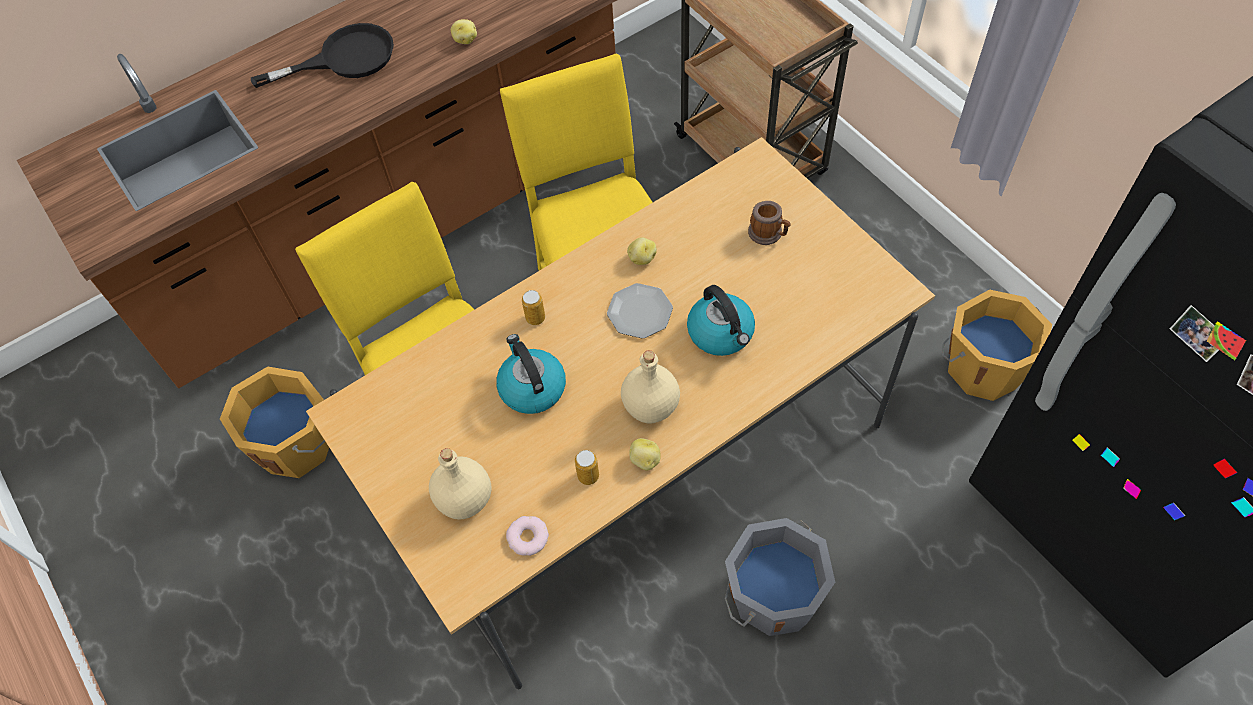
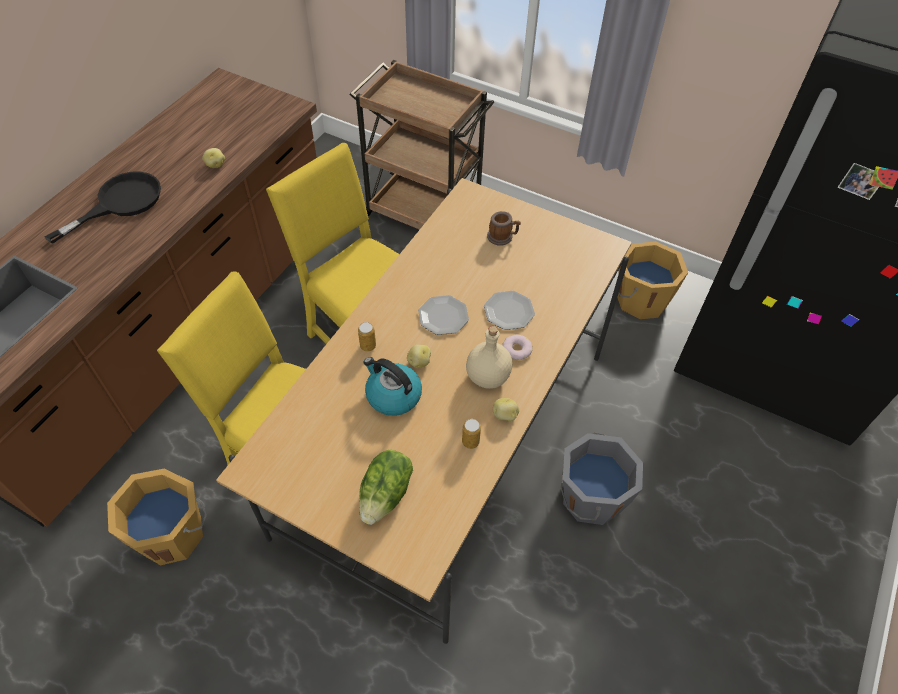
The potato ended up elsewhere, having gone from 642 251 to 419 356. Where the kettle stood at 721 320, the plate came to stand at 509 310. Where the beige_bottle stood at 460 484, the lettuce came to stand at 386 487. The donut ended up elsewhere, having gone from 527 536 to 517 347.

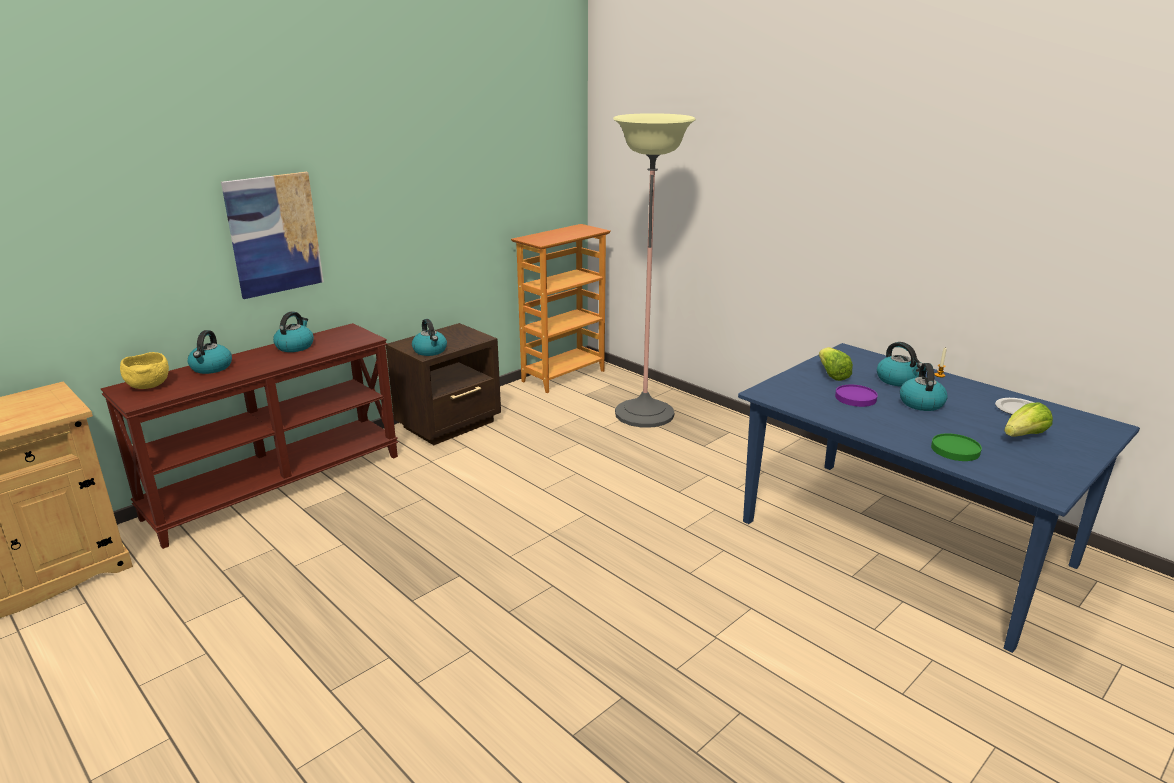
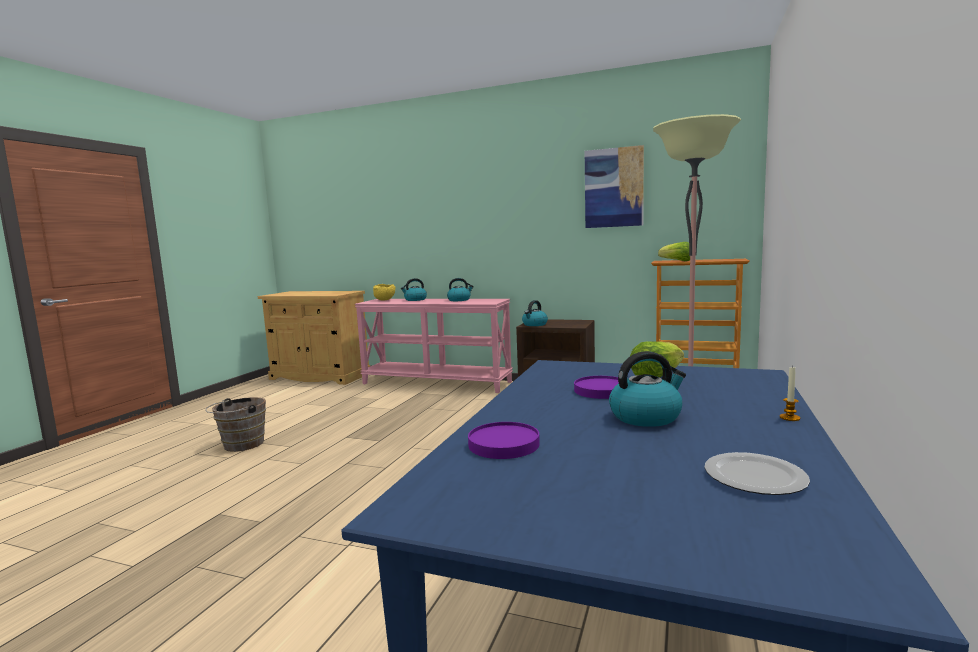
The picture ended up elsewhere, having gone from 272 235 to 614 186. What was the brown_console_table at 249 436 turned into the pink_console_table at 434 346. The second view lost the kettle at 900 364. The lettuce ended up elsewhere, having gone from 1028 419 to 674 251. What was the green_plate at 956 447 turned into the purple_plate at 504 440. The second view gained the brown_bucket at 235 424.

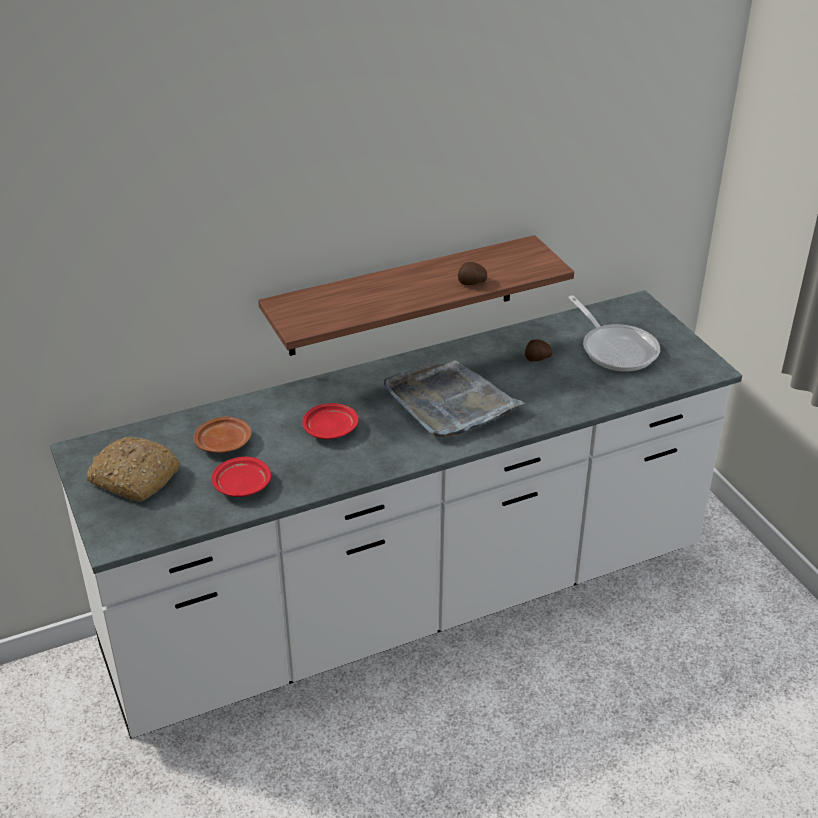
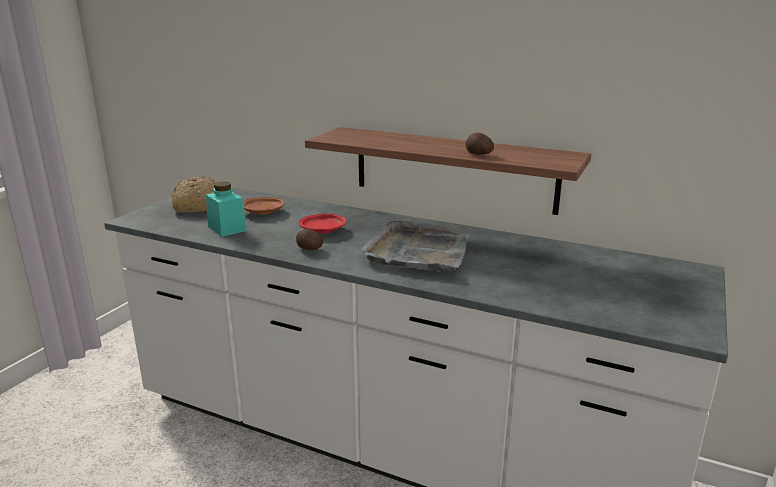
The second view lost the frying_pan at 614 333. The potato ended up elsewhere, having gone from 538 350 to 309 239. Where the red_plate stood at 241 477, the turquoise_jar came to stand at 226 209.

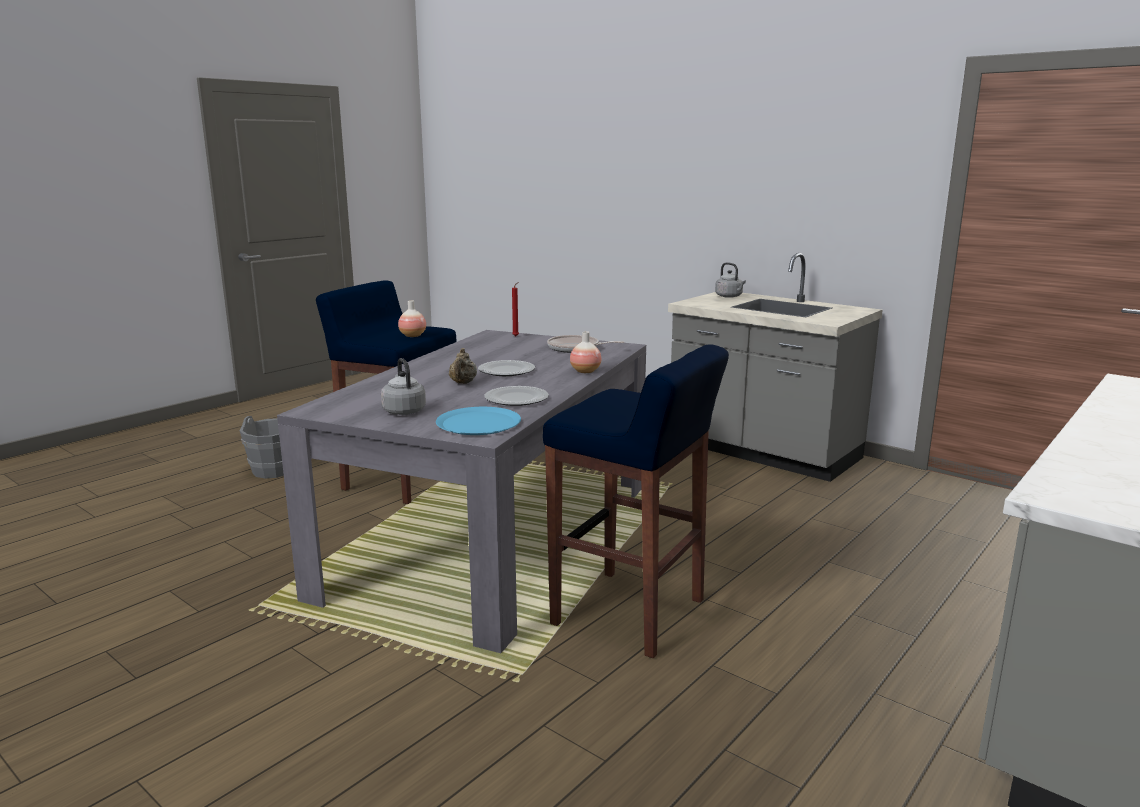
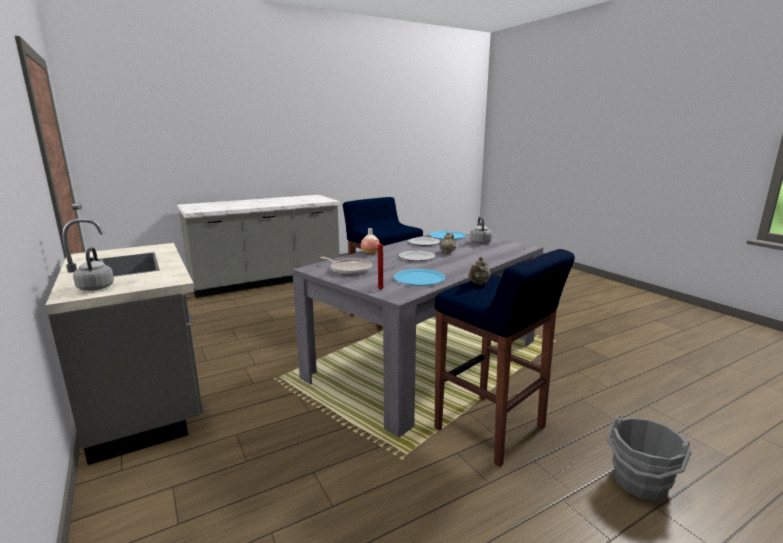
Where the vase stood at 412 318, the beige_teapot came to stand at 479 271. The second view gained the blue_plate at 419 277.

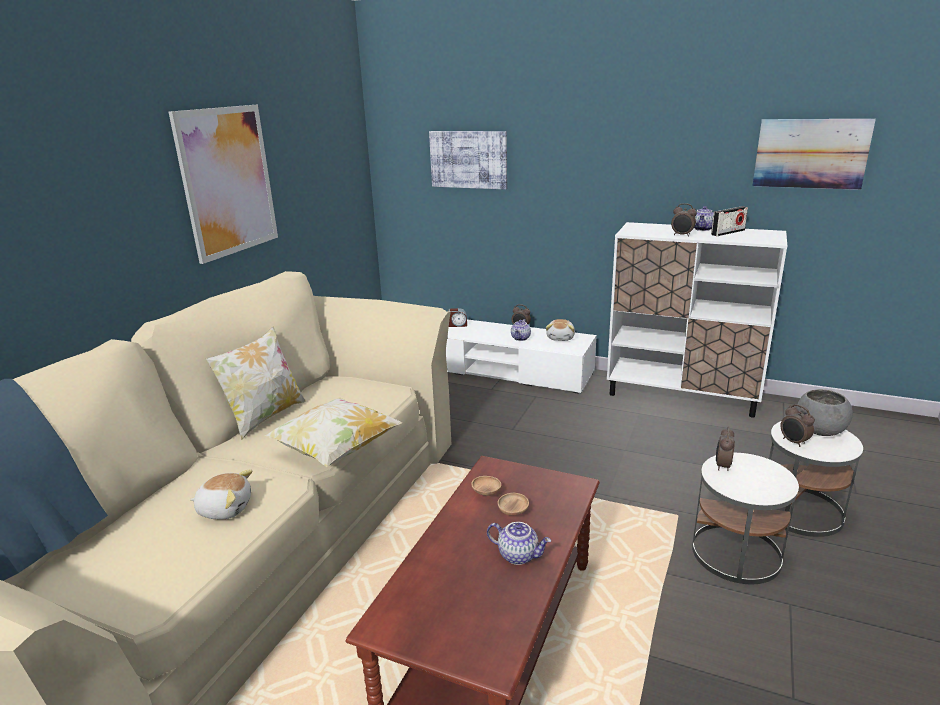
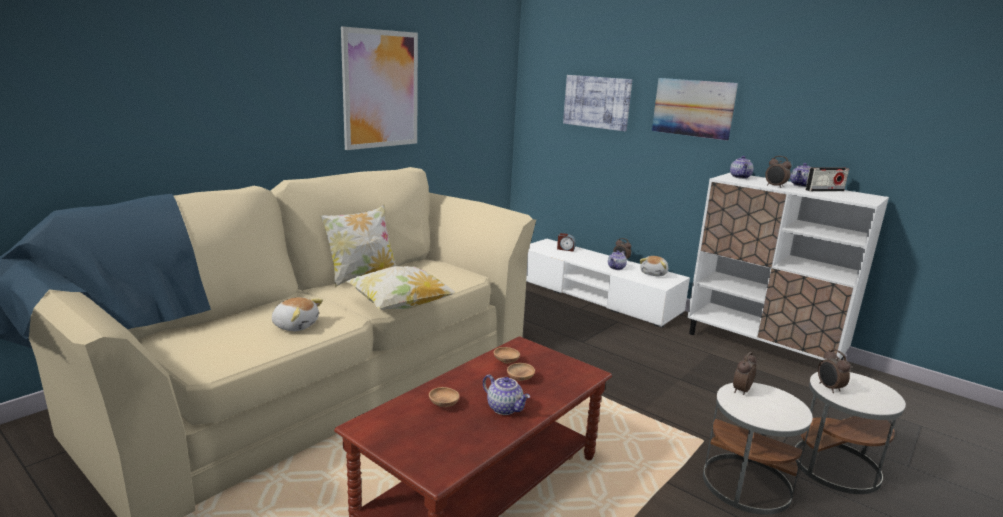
The picture ended up elsewhere, having gone from 814 154 to 695 109. The second view lost the grey_bowl at 824 412. The second view gained the teapot at 741 167. The second view gained the brown_bowl at 444 397.

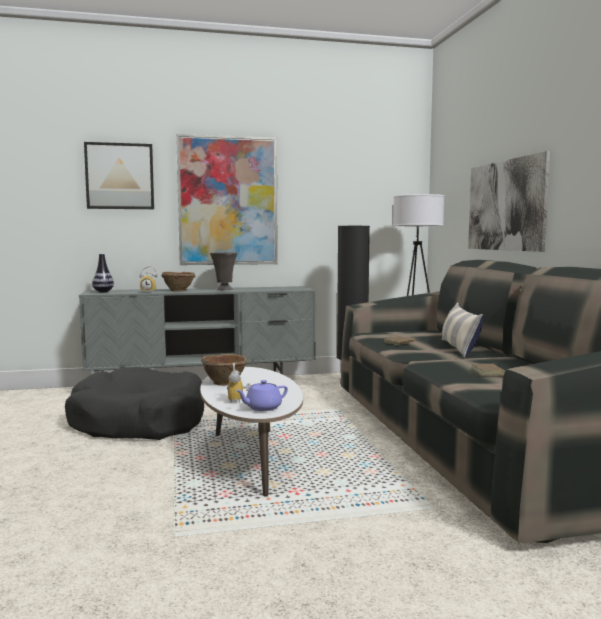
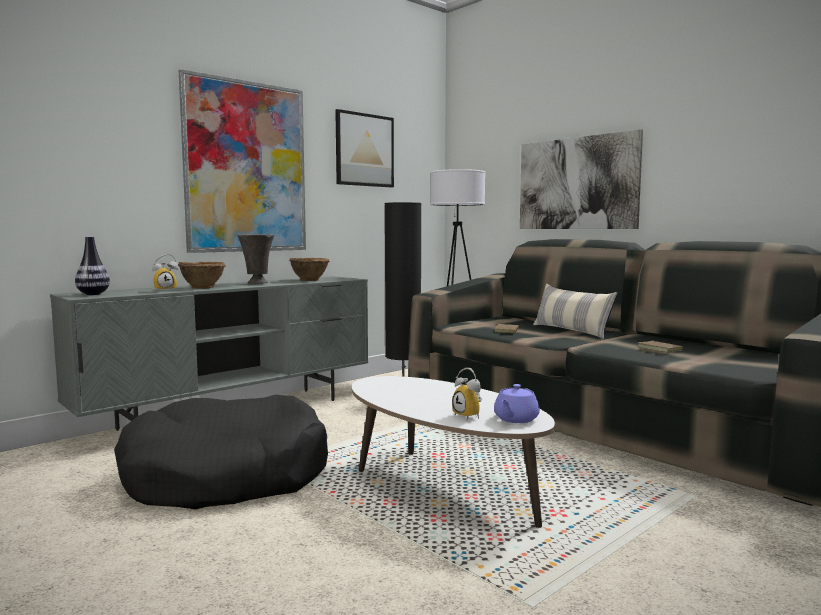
The picture ended up elsewhere, having gone from 119 175 to 364 148. The brown_bowl ended up elsewhere, having gone from 224 370 to 309 269.

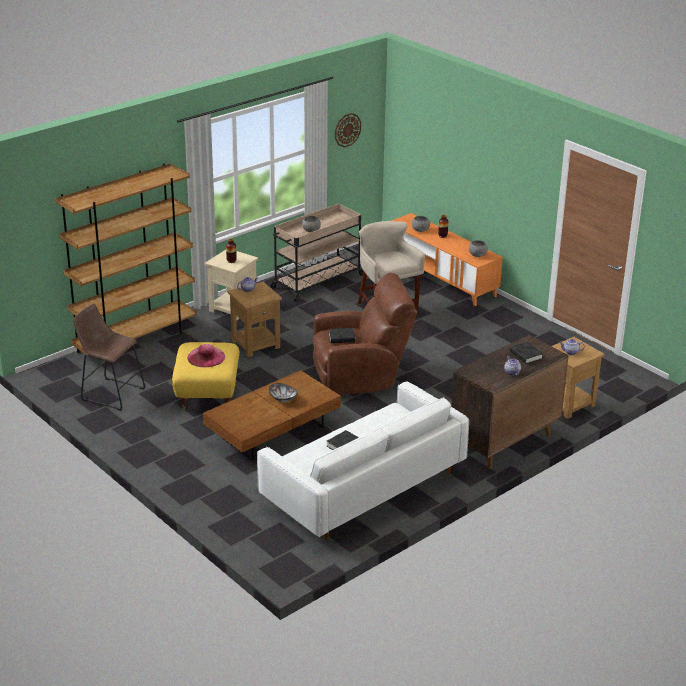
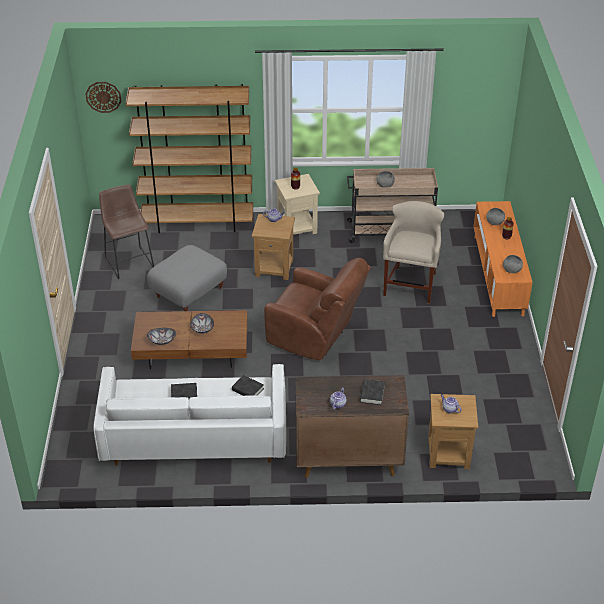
The wall_clock ended up elsewhere, having gone from 348 130 to 103 97. The black_book ended up elsewhere, having gone from 342 335 to 248 385. What was the yellow_ottoman at 206 376 turned into the grey_ottoman at 187 278. The second view lost the pink_hat at 206 355. The second view gained the bowl at 161 336.

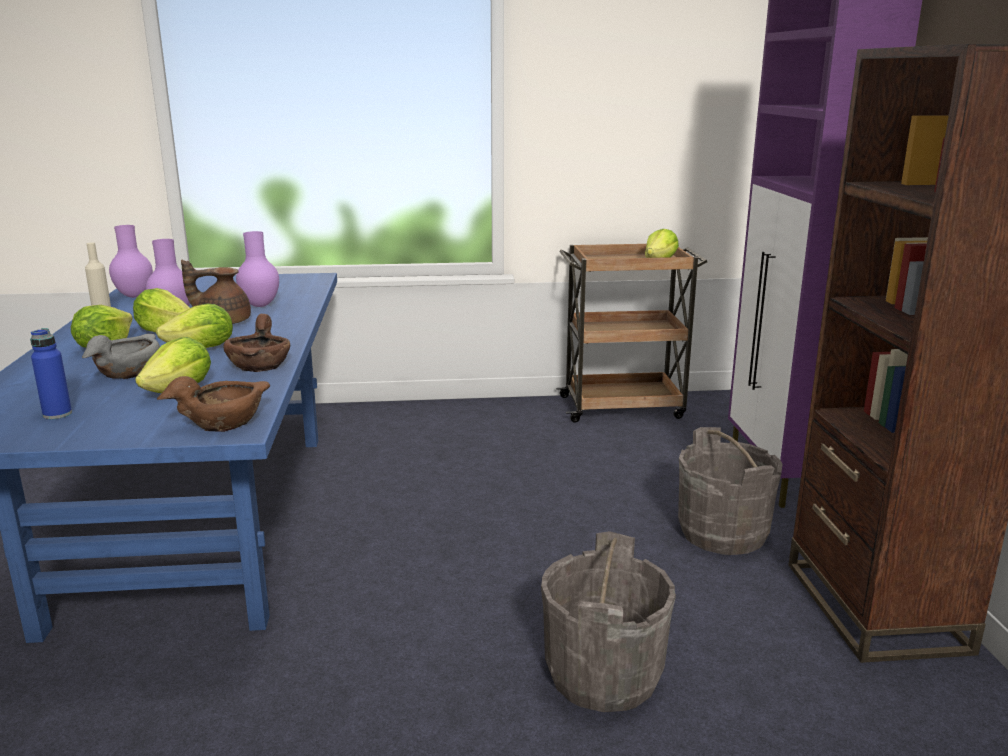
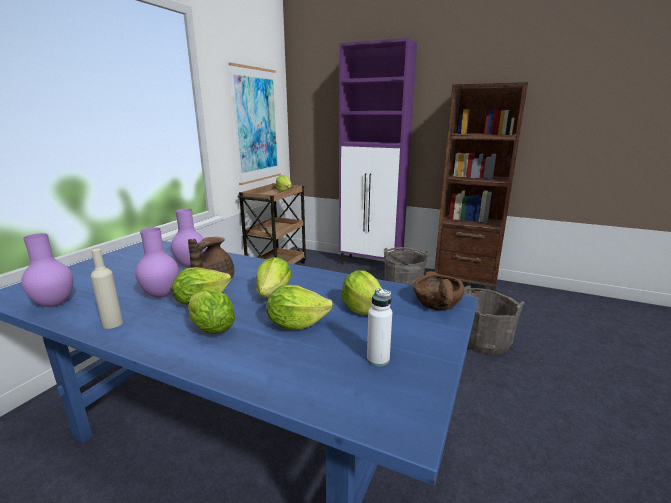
The second view lost the brown_bowl at 256 343. What was the blue_bottle at 51 373 turned into the white_bottle at 379 327. Where the grey_bowl stood at 121 356, the lettuce came to stand at 299 307. The second view gained the picture at 255 124.

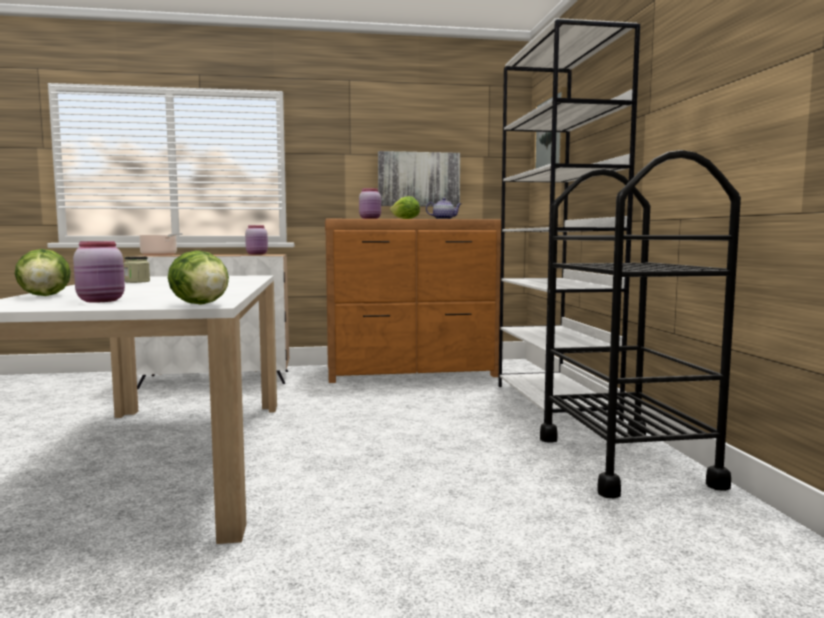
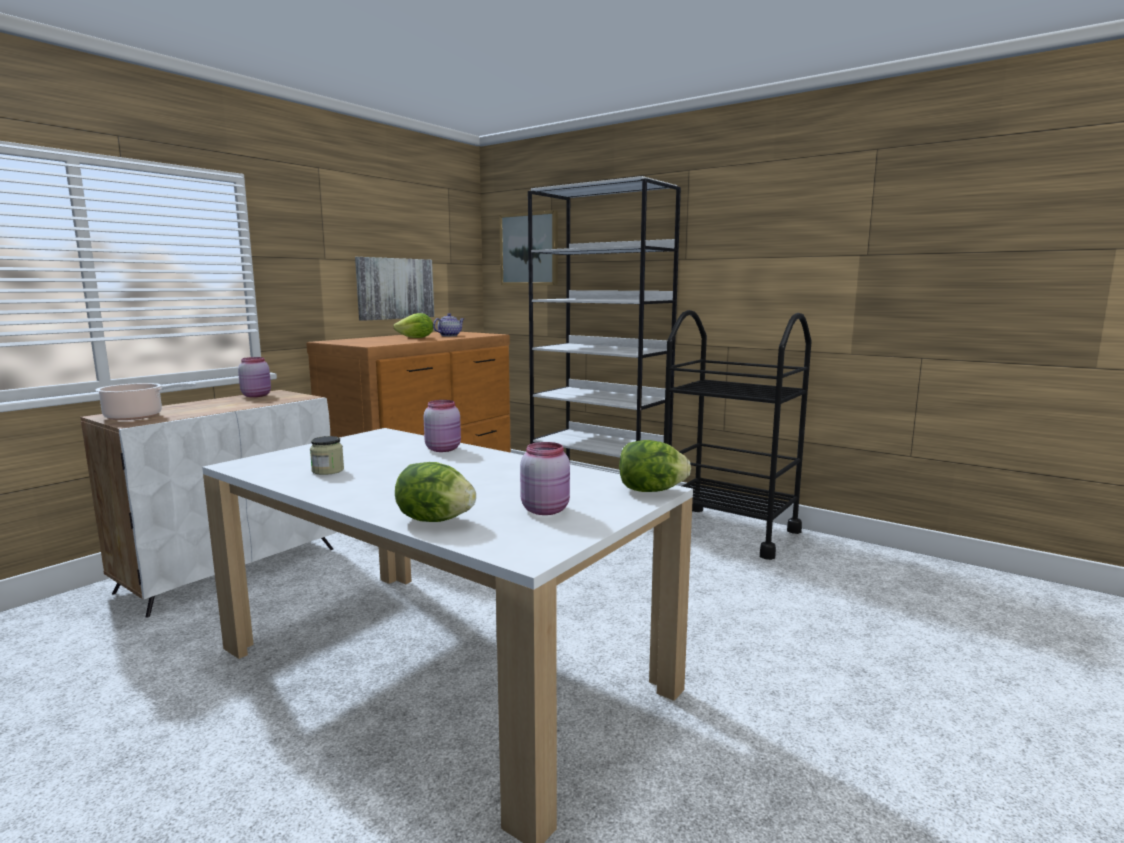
The pink_jar ended up elsewhere, having gone from 370 203 to 442 426.

